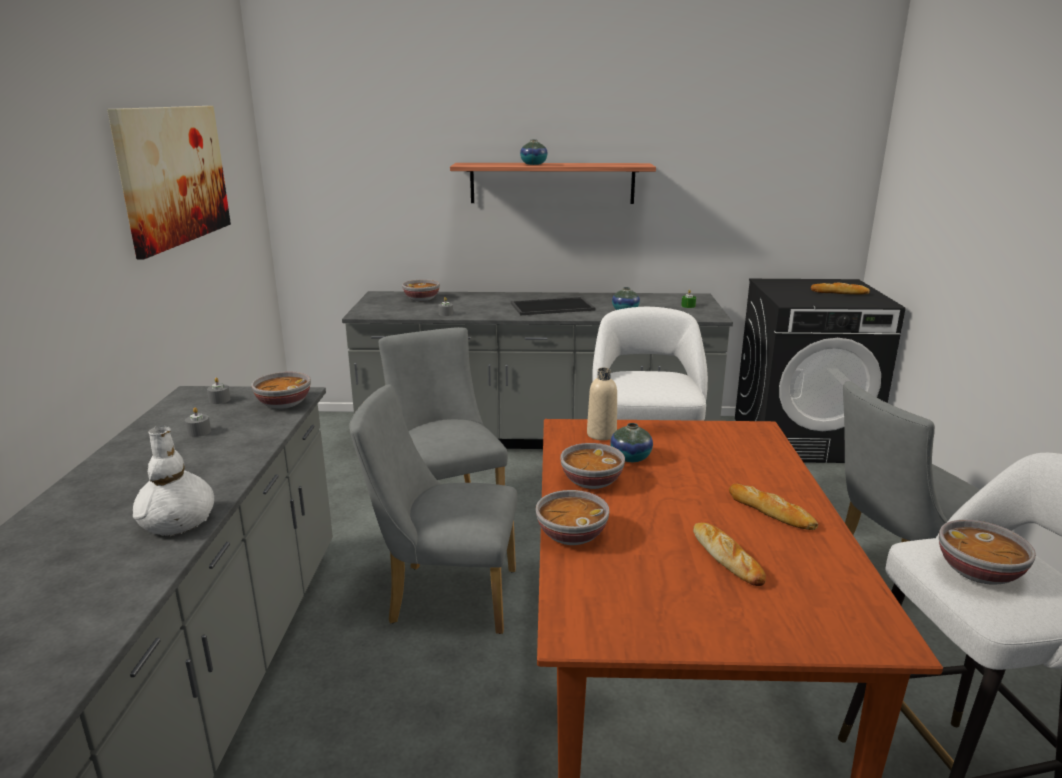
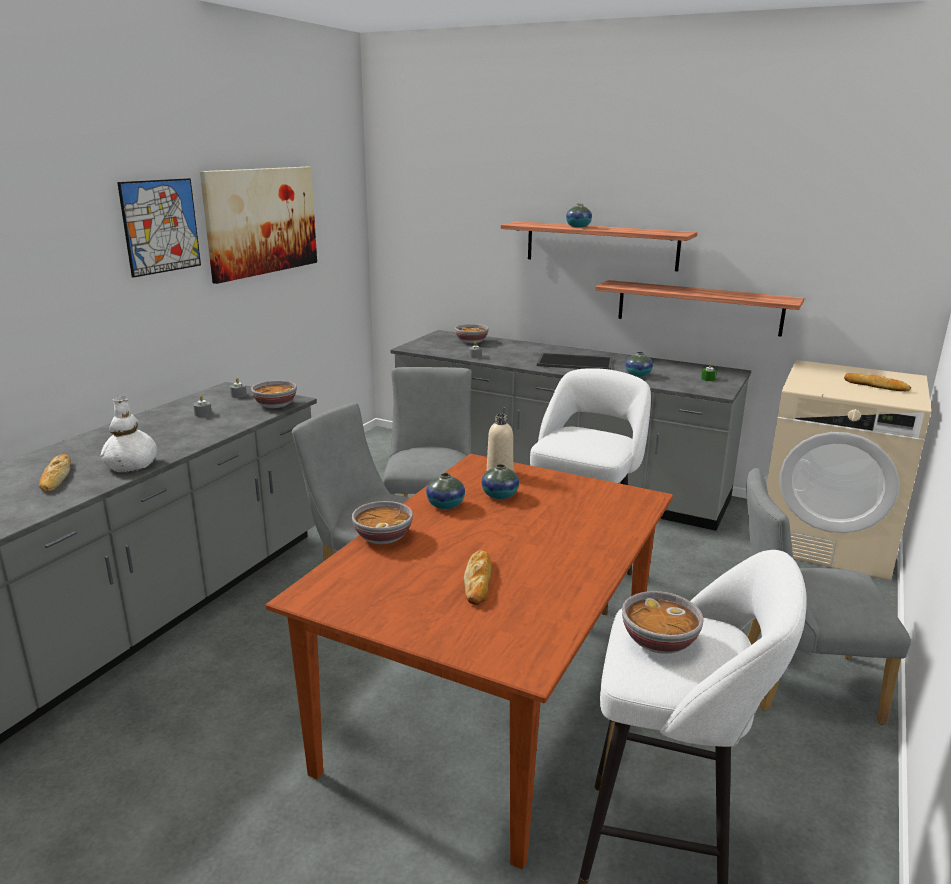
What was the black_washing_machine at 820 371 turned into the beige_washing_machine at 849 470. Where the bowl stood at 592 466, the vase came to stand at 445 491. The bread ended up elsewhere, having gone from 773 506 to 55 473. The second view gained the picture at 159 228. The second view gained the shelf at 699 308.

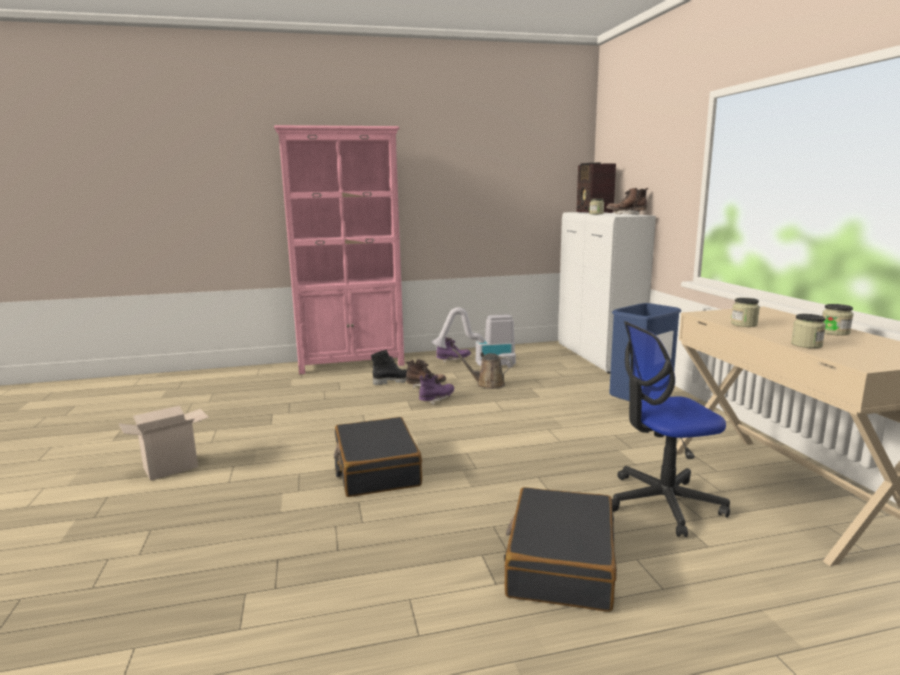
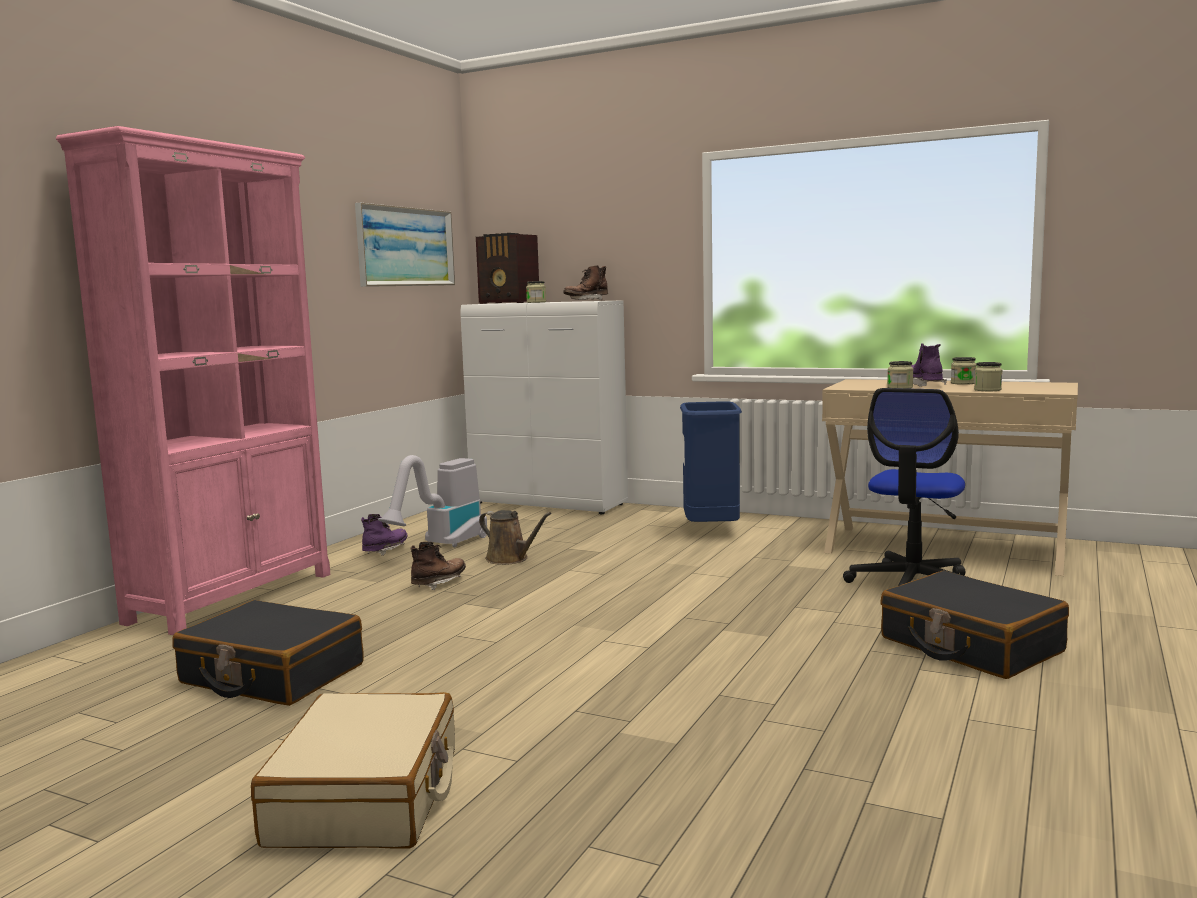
The brown_watering_can at 482 369 ended up facing another way, 105 degrees counterclockwise from before. The second view lost the black_boot at 389 367. The purple_boot ended up elsewhere, having gone from 436 389 to 929 365. Where the cardboard_box stood at 163 443, the beige_suitcase came to stand at 353 770. The black_suitcase ended up elsewhere, having gone from 378 457 to 268 653. The second view gained the picture at 405 245.

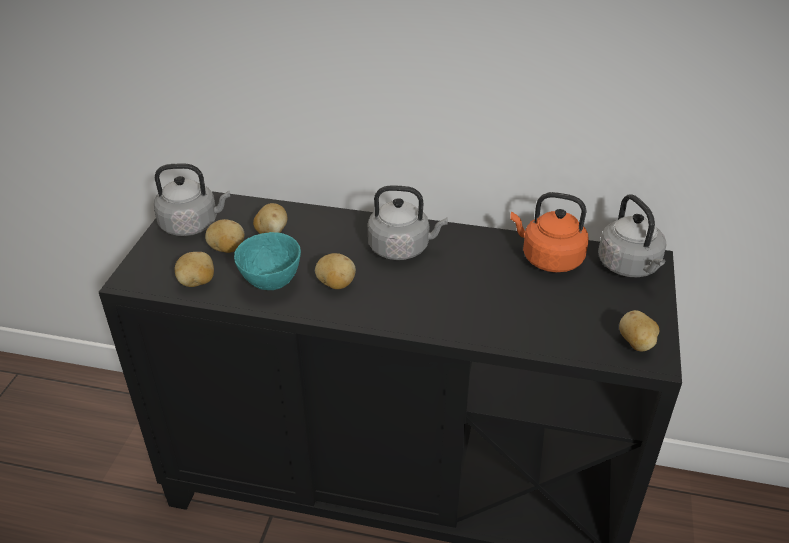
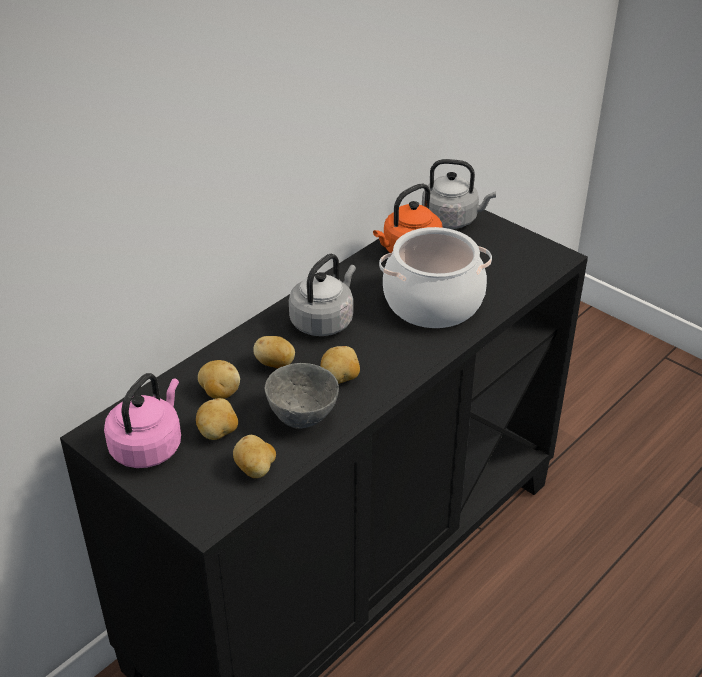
What was the grey_kettle at 192 200 turned into the pink_kettle at 142 420. What was the turquoise_bowl at 267 261 turned into the grey_bowl at 302 396. The potato ended up elsewhere, having gone from 639 330 to 274 352. The second view gained the cooking_pot at 435 277.

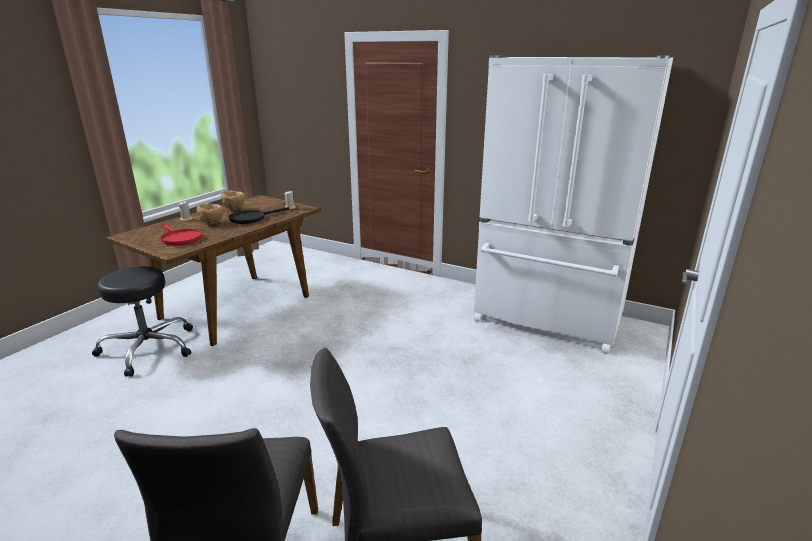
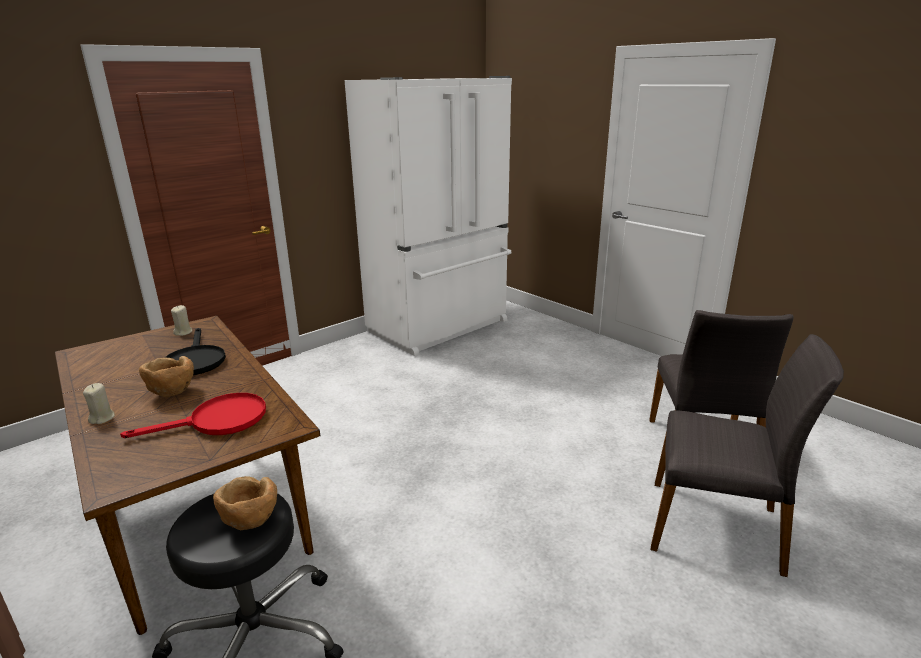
The brown_bowl ended up elsewhere, having gone from 233 200 to 245 503.

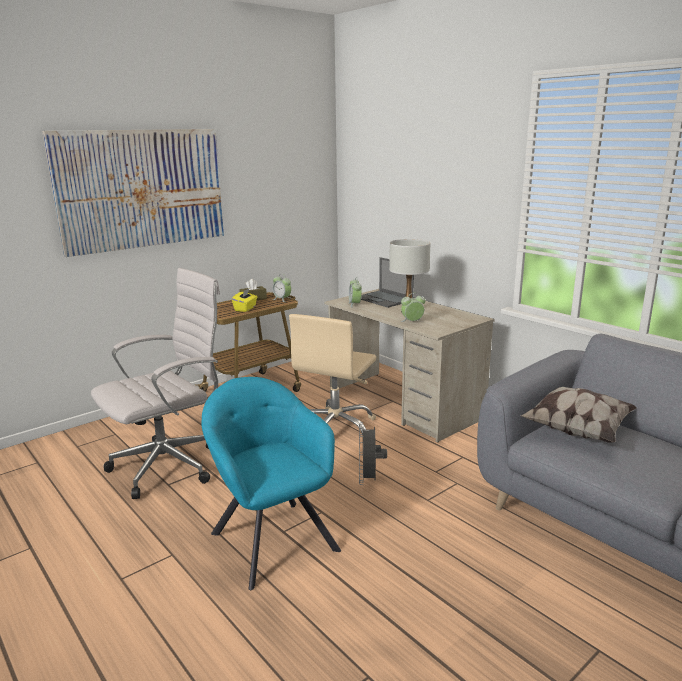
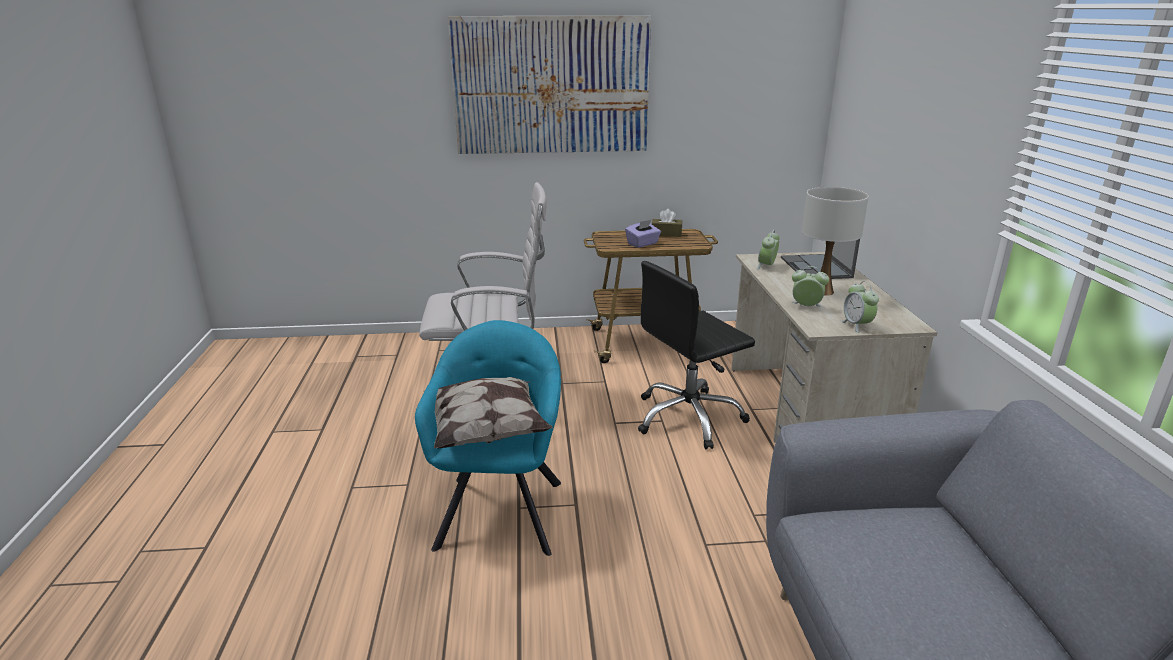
The alarm_clock ended up elsewhere, having gone from 282 288 to 860 307. What was the yellow_tissue_box at 244 300 turned into the purple_tissue_box at 643 234. What was the beige_office_chair at 332 374 turned into the black_office_chair at 696 355. The pillow ended up elsewhere, having gone from 578 415 to 488 413. The second view lost the grey_fan at 373 453.

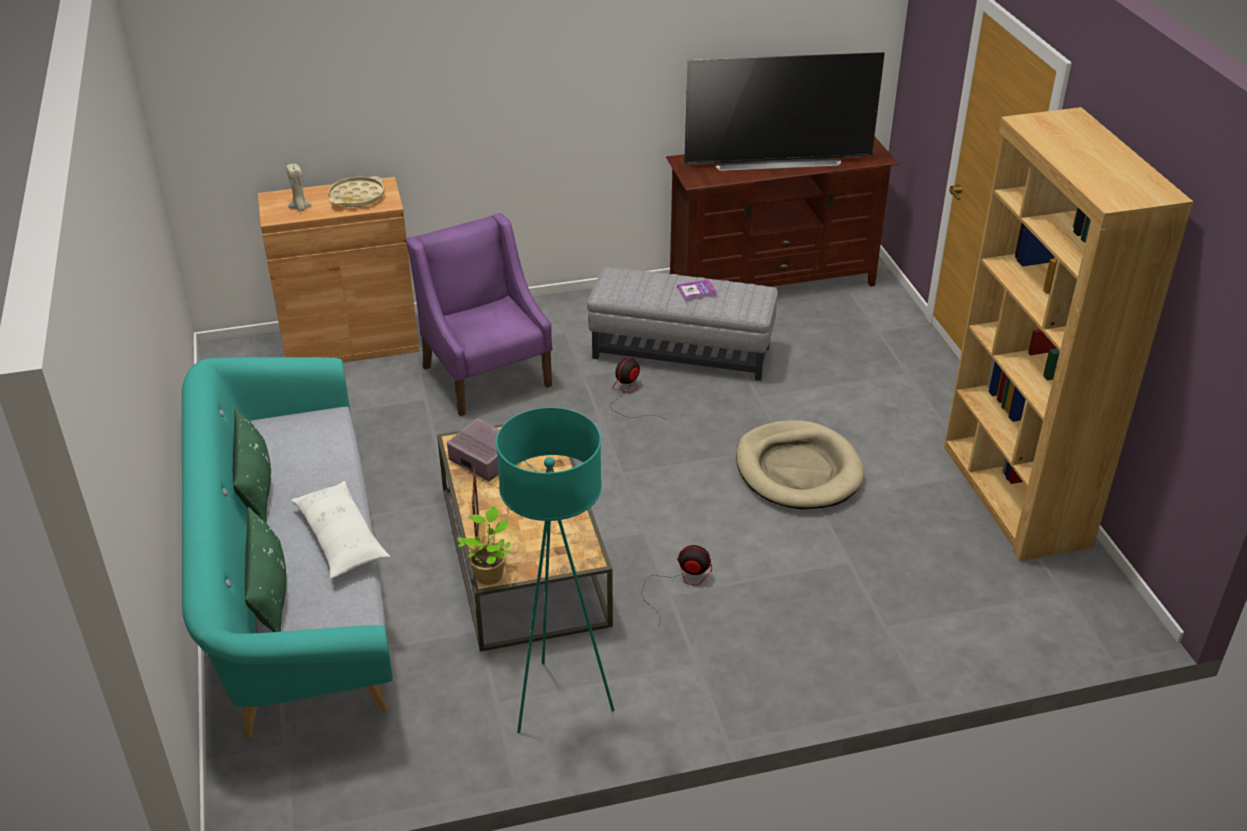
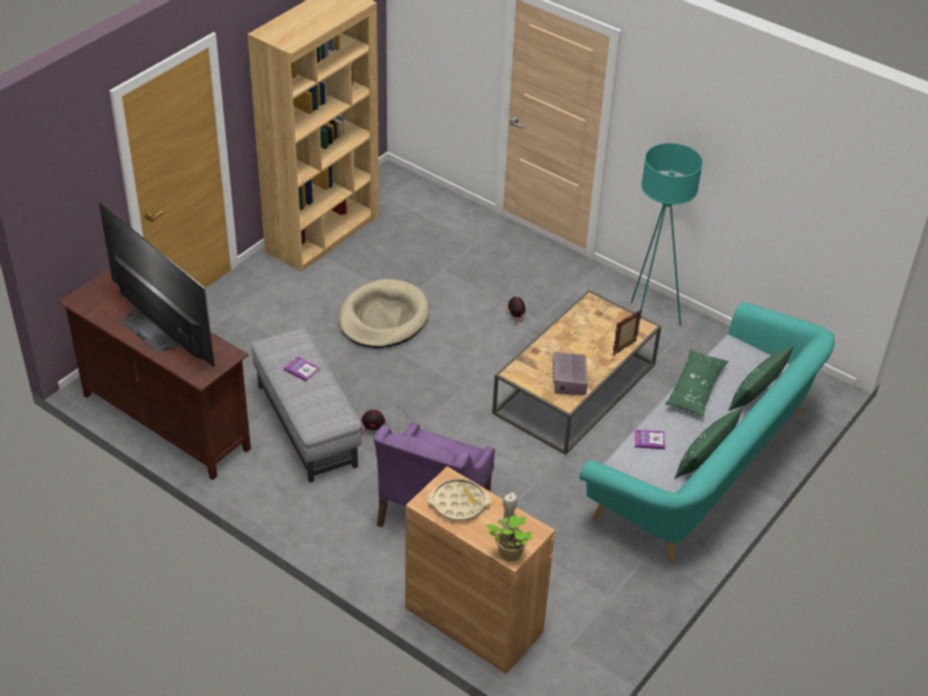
What was the white_pillow at 340 530 turned into the green_pillow at 697 383. The potted_plant ended up elsewhere, having gone from 483 545 to 509 537. The second view gained the book at 649 439.

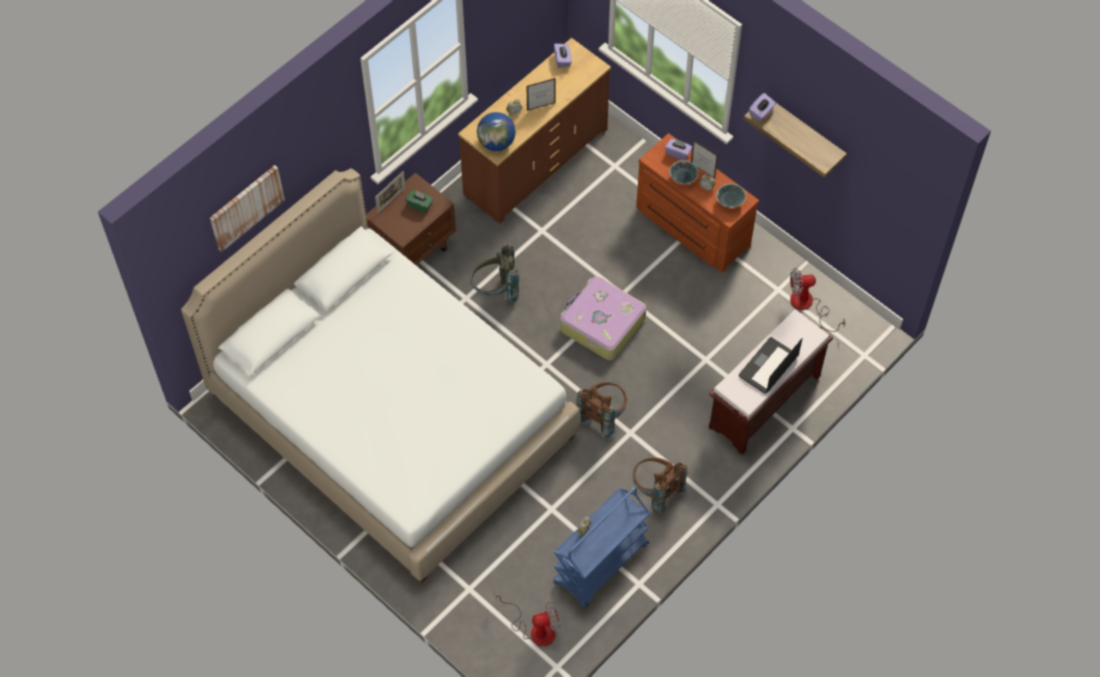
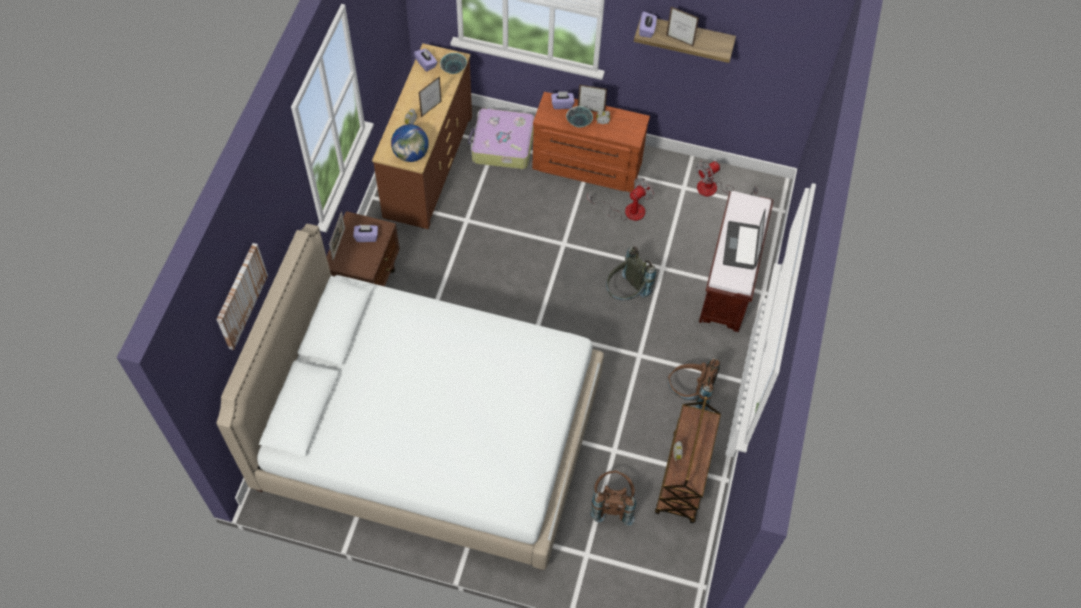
The bowl ended up elsewhere, having gone from 731 196 to 453 63. What was the green_tissue_box at 419 201 turned into the purple_tissue_box at 365 233. The grey_backpack ended up elsewhere, having gone from 494 272 to 631 273. The suitcase ended up elsewhere, having gone from 603 318 to 501 138. The brown_backpack ended up elsewhere, having gone from 602 411 to 613 498. What was the blue_cart at 601 548 turned into the brown_cart at 688 460. The fan ended up elsewhere, having gone from 527 619 to 620 199. The second view gained the picture_frame at 682 27.

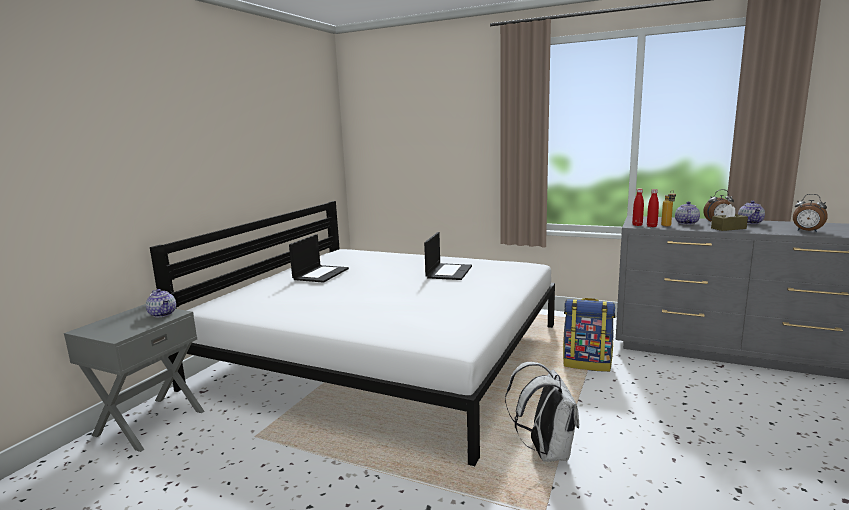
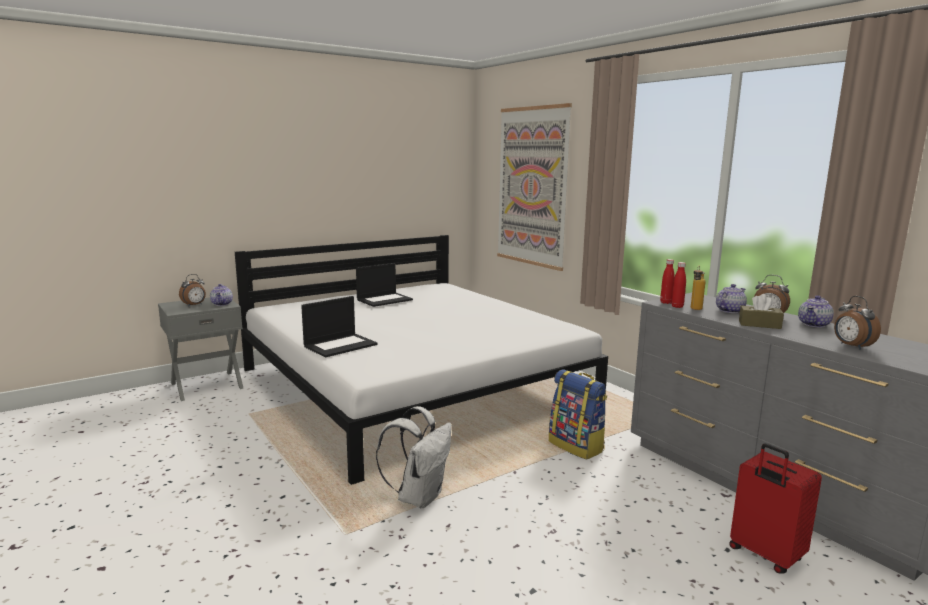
The laptop ended up elsewhere, having gone from 448 256 to 339 327. The second view gained the picture at 534 187. The second view gained the alarm_clock at 192 290. The second view gained the red_suitcase at 775 508.

